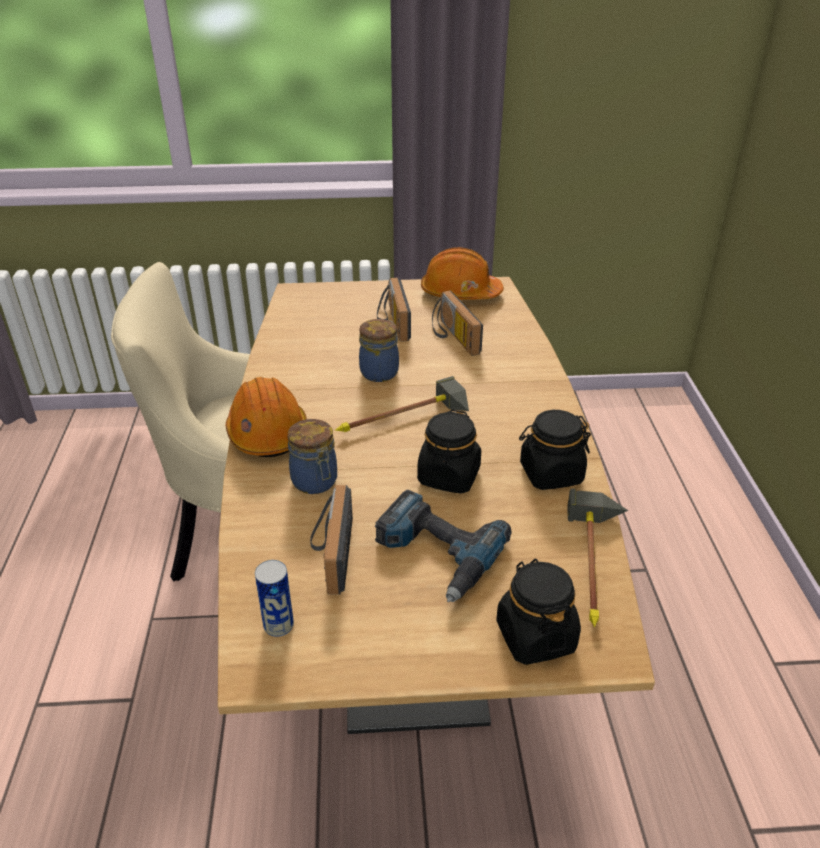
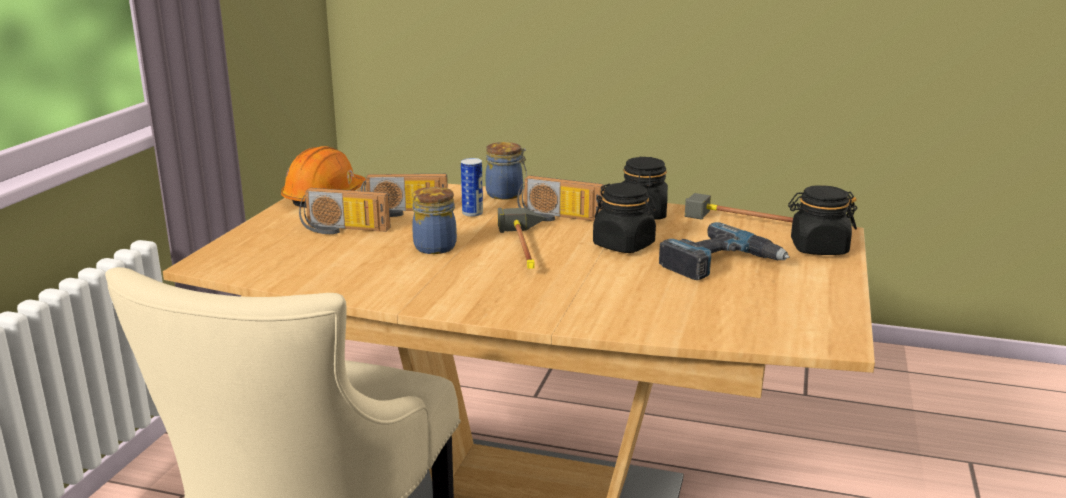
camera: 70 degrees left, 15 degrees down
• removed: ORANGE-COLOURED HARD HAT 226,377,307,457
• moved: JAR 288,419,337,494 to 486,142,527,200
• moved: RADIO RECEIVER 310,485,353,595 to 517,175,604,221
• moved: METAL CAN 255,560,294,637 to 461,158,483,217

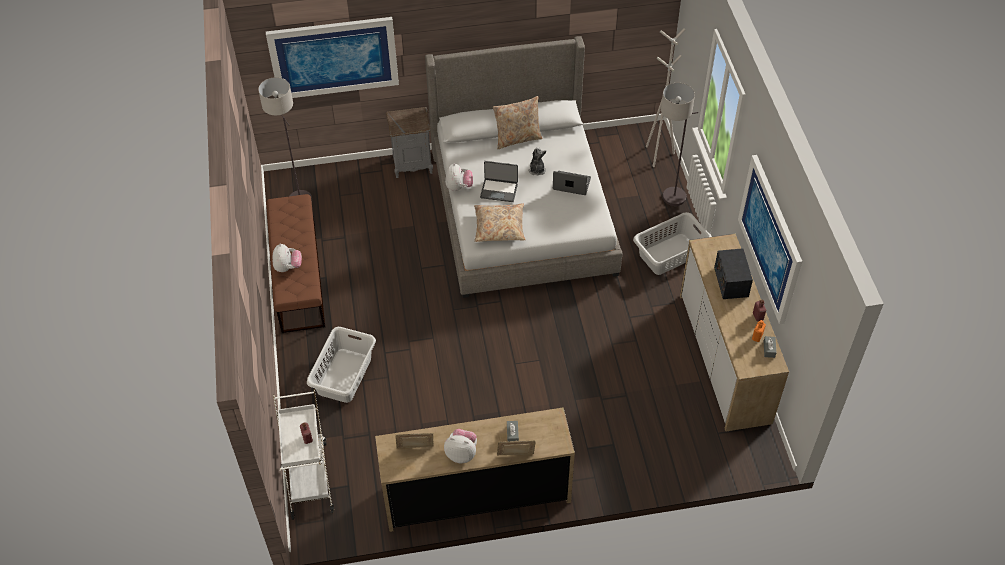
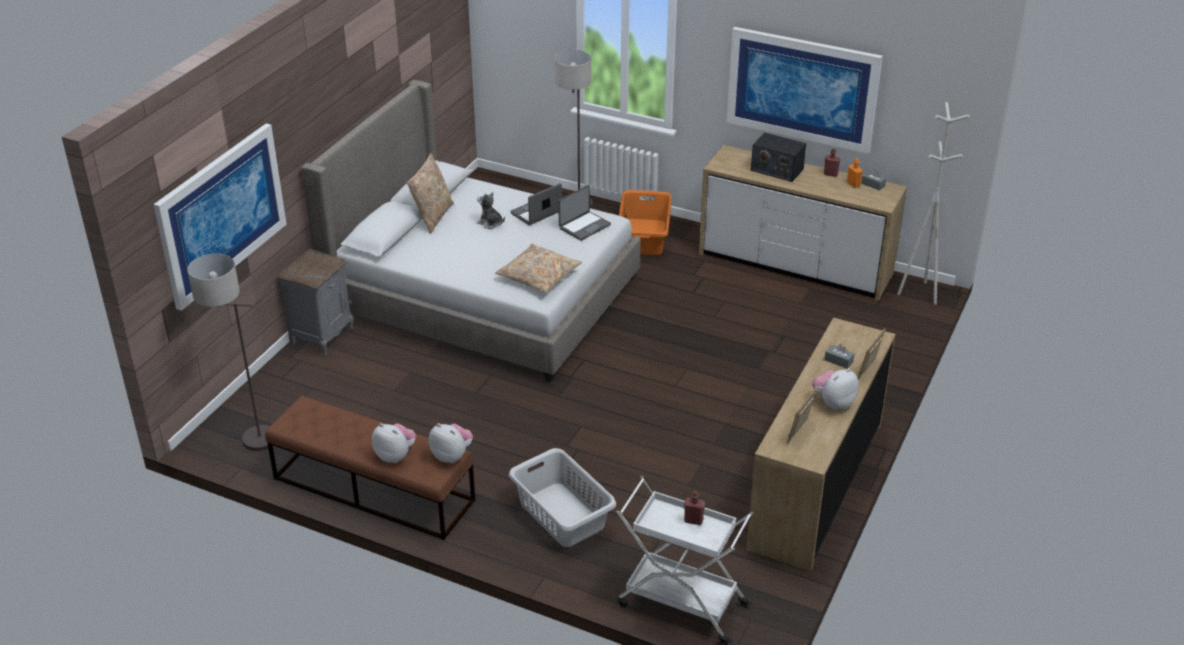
camera: 55 degrees left, 15 degrees down
• moved: GRAY CLOTHES RACK 646,28,685,167 to 897,102,970,304
• moved: LAPTOP 480,161,518,202 to 558,185,611,241
• moved: PLUSH TOY 445,163,473,191 to 429,423,473,463
• recoloured: GRAY WASHING BASKET 633,212,711,275 to ORANGE-COLOURED WASHING BASKET 619,190,672,255

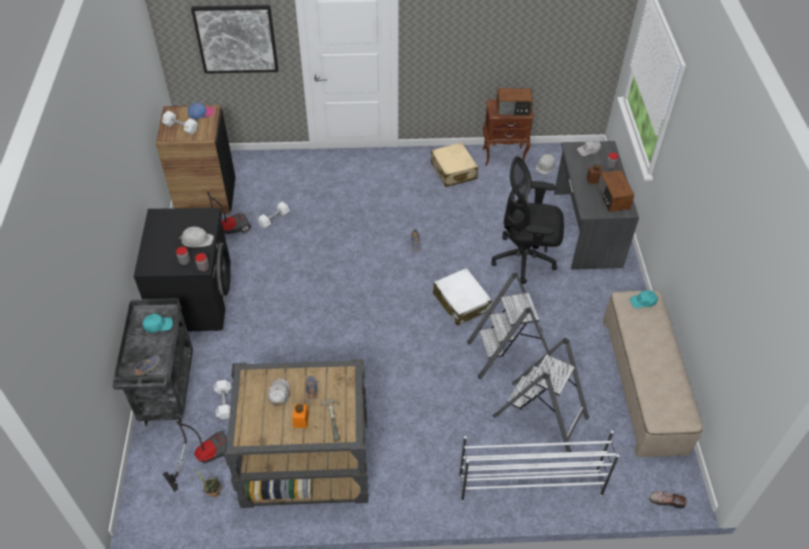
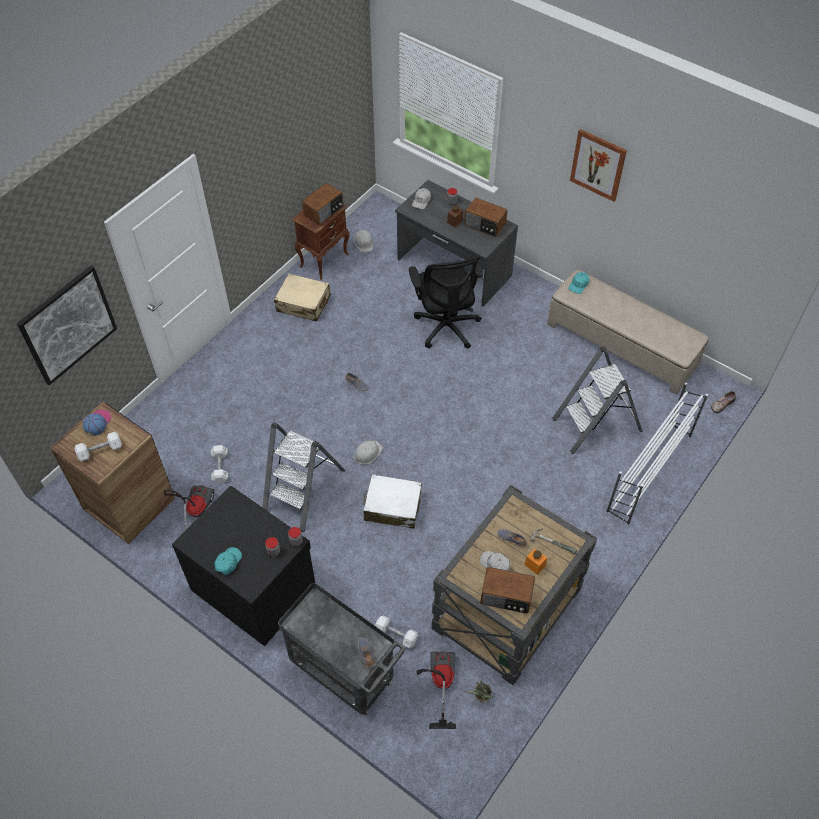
camera: 50 degrees left, 5 degrees up
• turned: BLACKISH DESK CHAIR 491,156,564,284 = 409,256,483,349 60 degrees counterclockwise
• moved: WHITE HARD HAT 179,227,214,247 to 354,440,383,464
• moved: WHITE TRAVEL CASE 433,268,492,326 to 363,474,422,529
• moved: GRAY STEPLADDER 467,273,551,379 to 262,422,345,533
• moved: BLUE-GREEN BASEBALL CAP 142,313,173,333 to 215,547,242,575
• added: WALL PICTURE 570,129,627,202
• added: RADIO RECEIVER 480,567,535,614

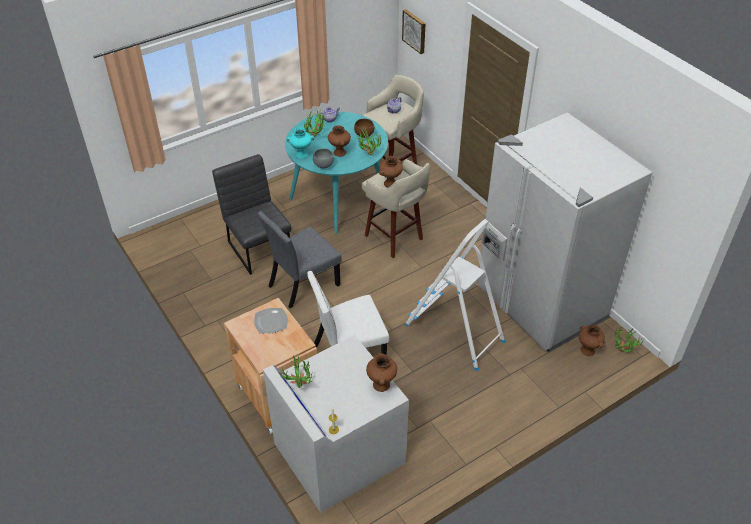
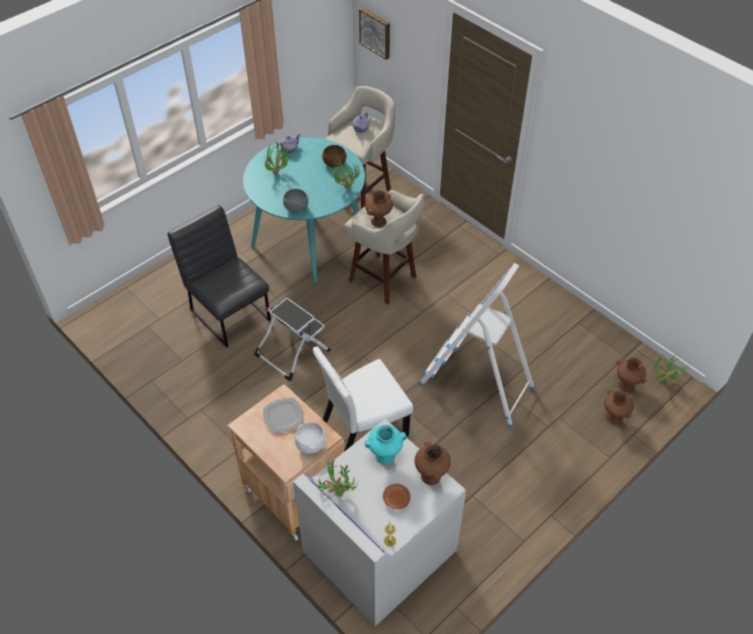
camera: 10 degrees left, 5 degrees up
• removed: WHITE REFRIGERATOR 477,112,652,352
• moved: BROWN-COLOURED VASE 328,125,351,157 to 604,390,634,425
• moved: BLUE-GREEN VASE 287,127,314,159 to 365,425,407,465
• replaced: GRAY CHAIR 258,211,342,308 to STEPLADDER 254,298,331,381
• added: WHITE DEEP DISH 295,422,326,454
• added: BROWN-COLOURED FLAT DISH 383,484,411,509

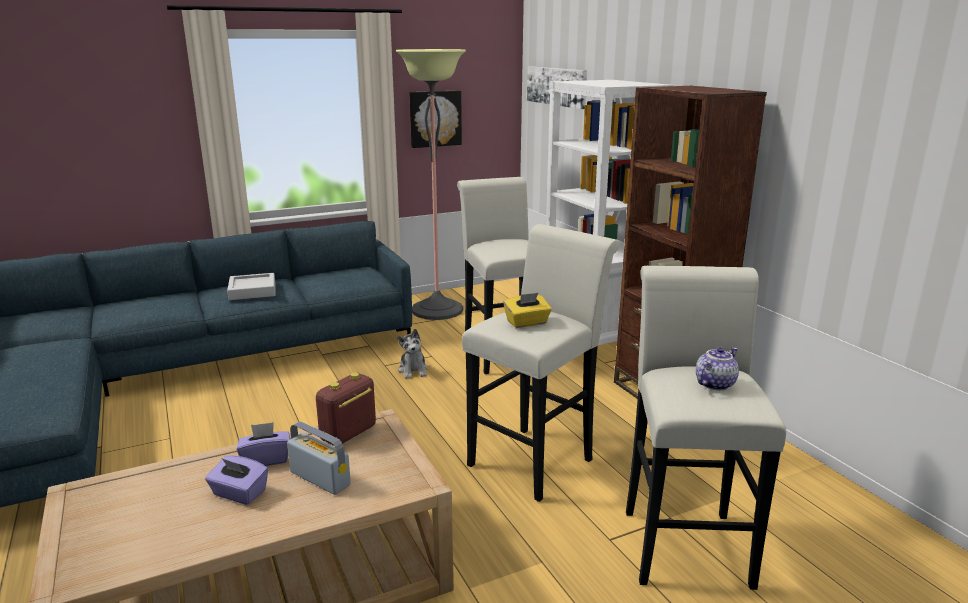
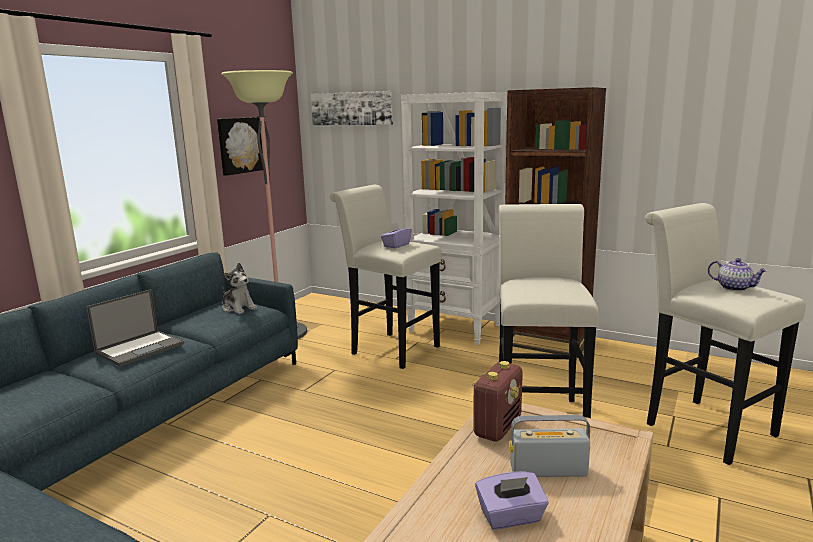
camera: 35 degrees left, 5 degrees down
• replaced: GRAY SERVING TRAY 227,273,276,300 to LAPTOP 86,289,184,366
• removed: YELLOW-COLOURED TISSUE BOX 503,293,552,328
• moved: PLUSH TOY 397,329,428,379 to 222,263,257,314
• turned: TEA POT 696,347,739,390 = 708,258,768,291 120 degrees clockwise
• turned: RADIO RECEIVER 316,372,376,446 = 472,361,523,442 150 degrees counterclockwise
• moved: PURPLE-COLOURED TISSUE BOX 237,422,290,466 to 381,222,412,248

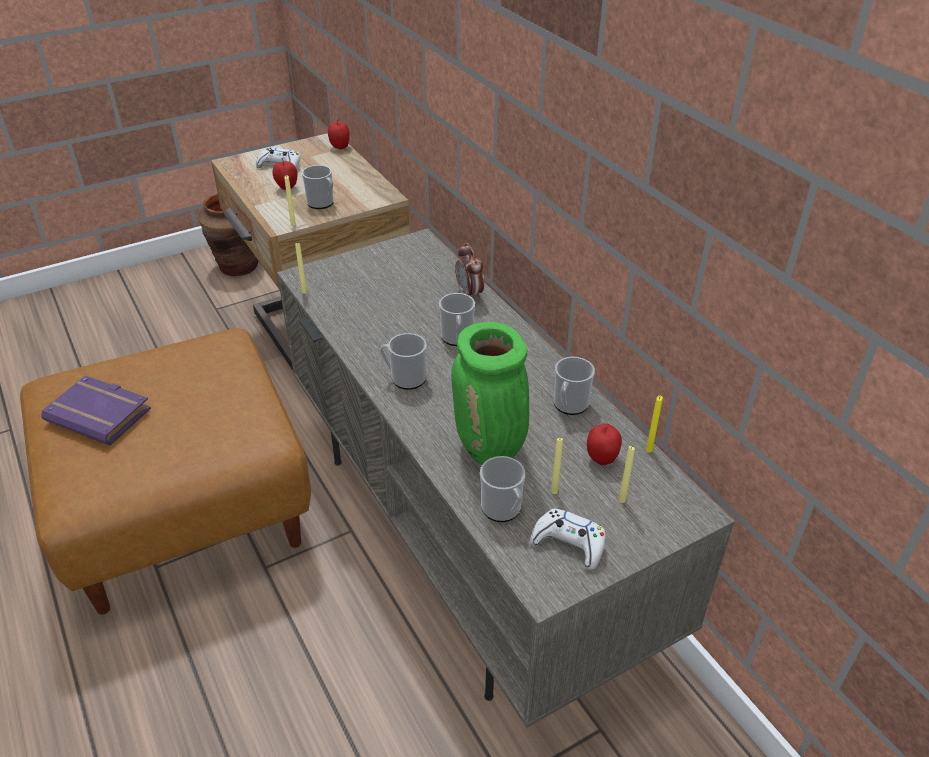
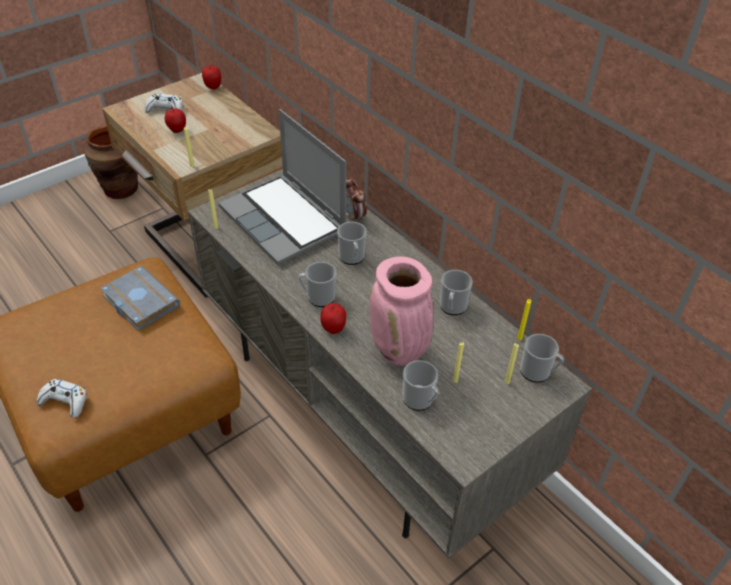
camera: 10 degrees left, 5 degrees up
• moved: TEA MUG 302,165,334,209 to 520,334,564,383
• recoloured: GREENISH VASE 451,322,529,465 to PINKISH VASE 370,256,433,366
• removed: PURPLE-COLOURED BOUND BOOK 41,375,151,445
• moved: APPLE FRUIT 587,424,622,465 to 320,303,346,334
• moved: WHITE GAME CONTROLLER 530,508,606,570 to 37,379,87,418
• added: LAPTOP 219,109,346,265
• added: GRAY BOUND BOOK 100,266,180,331

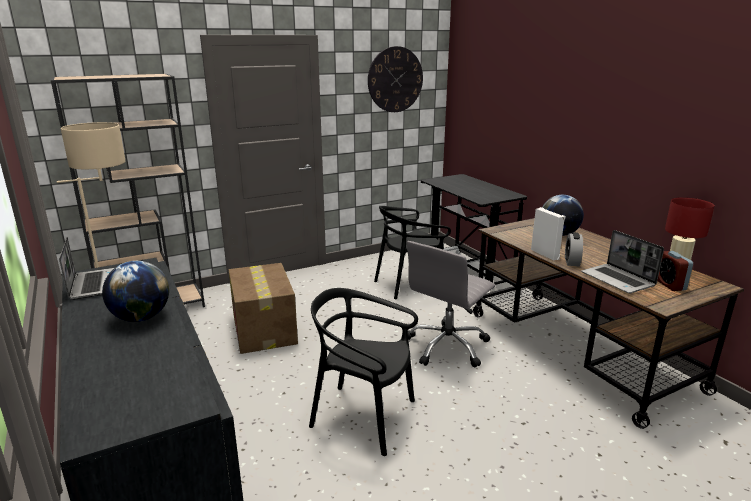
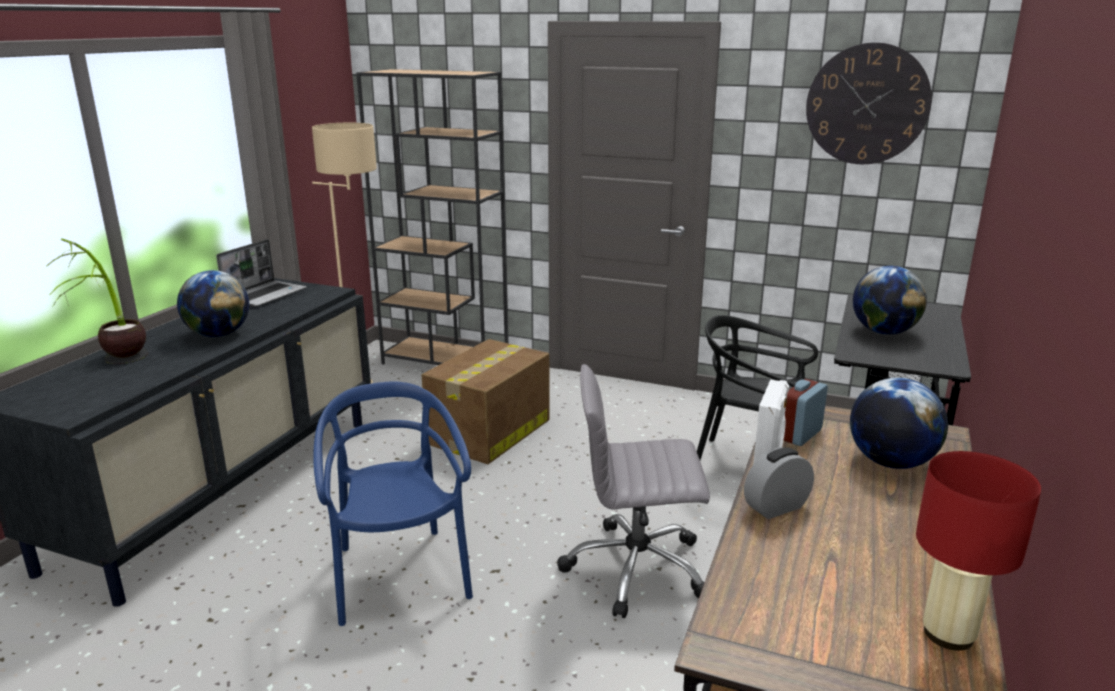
camera: 50 degrees right, 0 degrees up
• removed: LAPTOP 581,230,664,293
• moved: TABLE CLOCK 657,251,693,291 to 784,379,828,446
• recoloured: BLACKISH CHAIR 309,288,418,456 to BLUE CHAIR 313,381,473,626
• added: POTTED PLANT 46,238,148,364
• added: DESK GLOBE 853,266,927,335

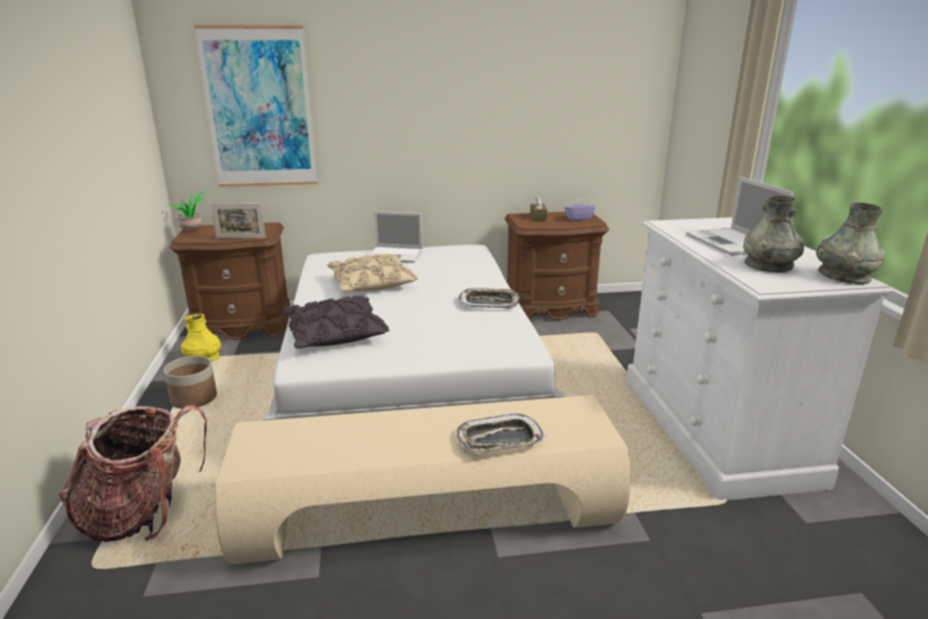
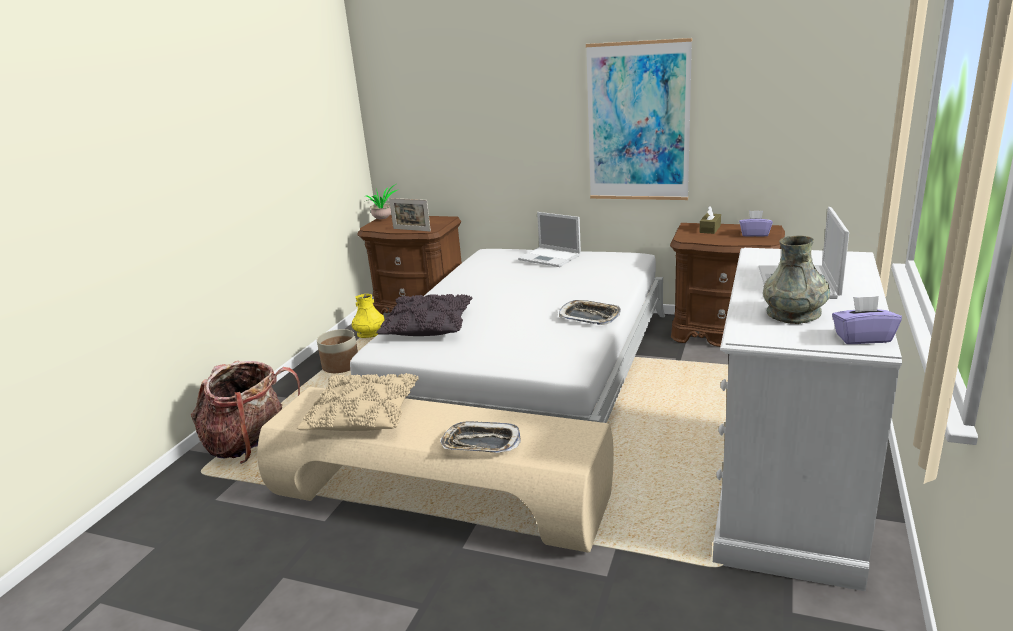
camera: 30 degrees right, 0 degrees up
• moved: WALL PICTURE 194,25,318,187 to 586,38,692,200
• replaced: GRAY VASE 816,202,885,284 to PURPLE-COLOURED TISSUE BOX 832,296,902,344
• moved: BEIGE-COLOURED CUSHION 327,254,418,292 to 297,373,419,431

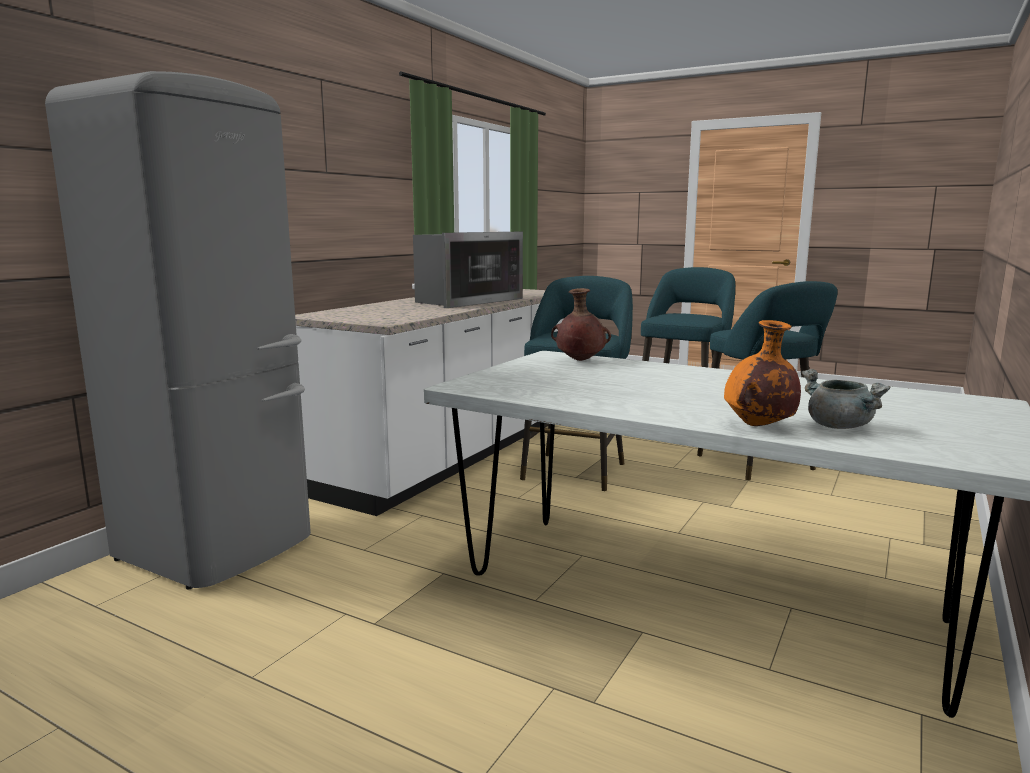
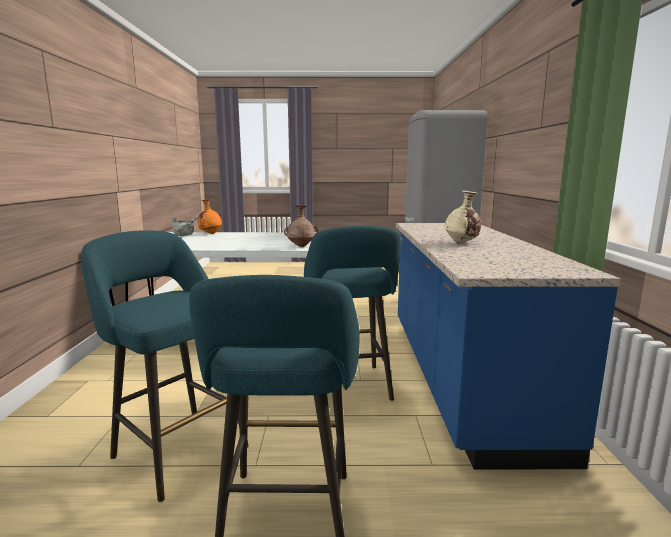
camera: 150 degrees right, 0 degrees up
• replaced: KITCHEN MICROWAVE 413,232,523,308 to BEIGE-COLOURED VASE 445,191,481,243
• recoloured: WHITE KITCHEN COUNTER 295,289,564,516 to BLUE KITCHEN COUNTER 396,223,620,470

